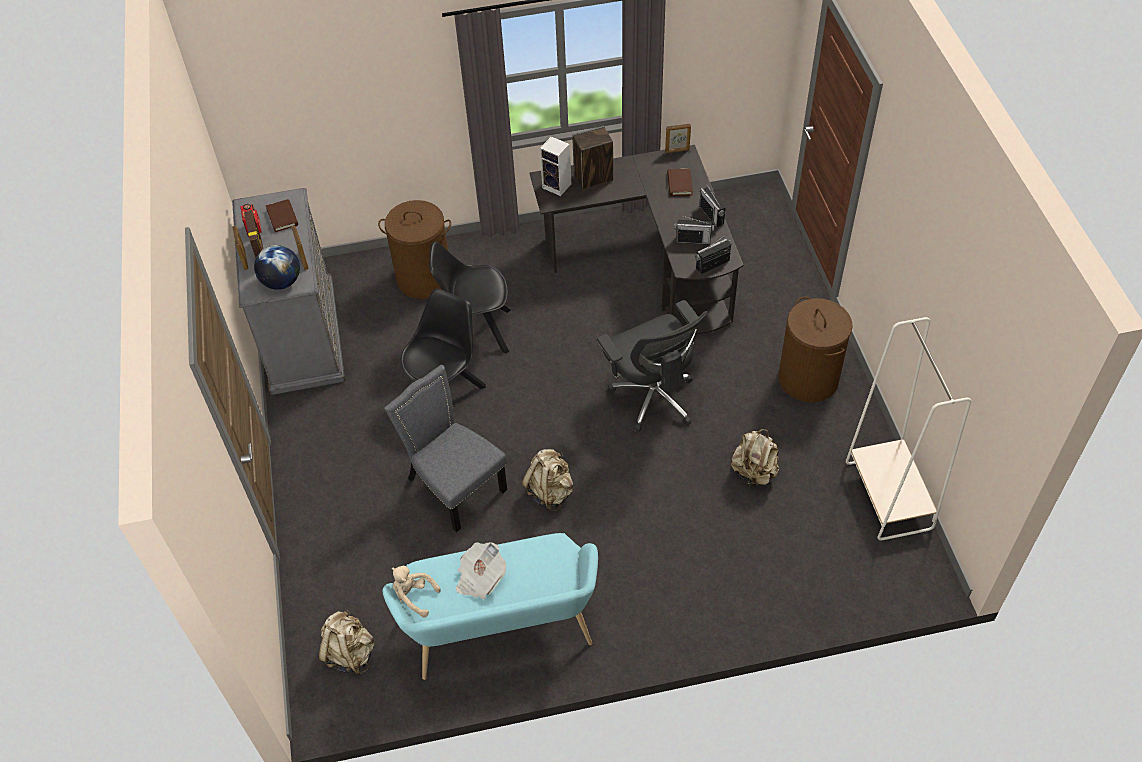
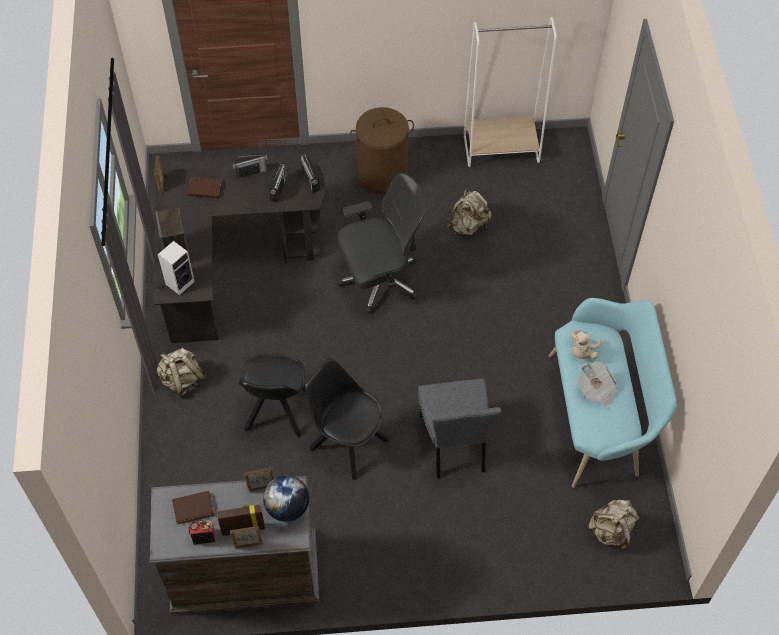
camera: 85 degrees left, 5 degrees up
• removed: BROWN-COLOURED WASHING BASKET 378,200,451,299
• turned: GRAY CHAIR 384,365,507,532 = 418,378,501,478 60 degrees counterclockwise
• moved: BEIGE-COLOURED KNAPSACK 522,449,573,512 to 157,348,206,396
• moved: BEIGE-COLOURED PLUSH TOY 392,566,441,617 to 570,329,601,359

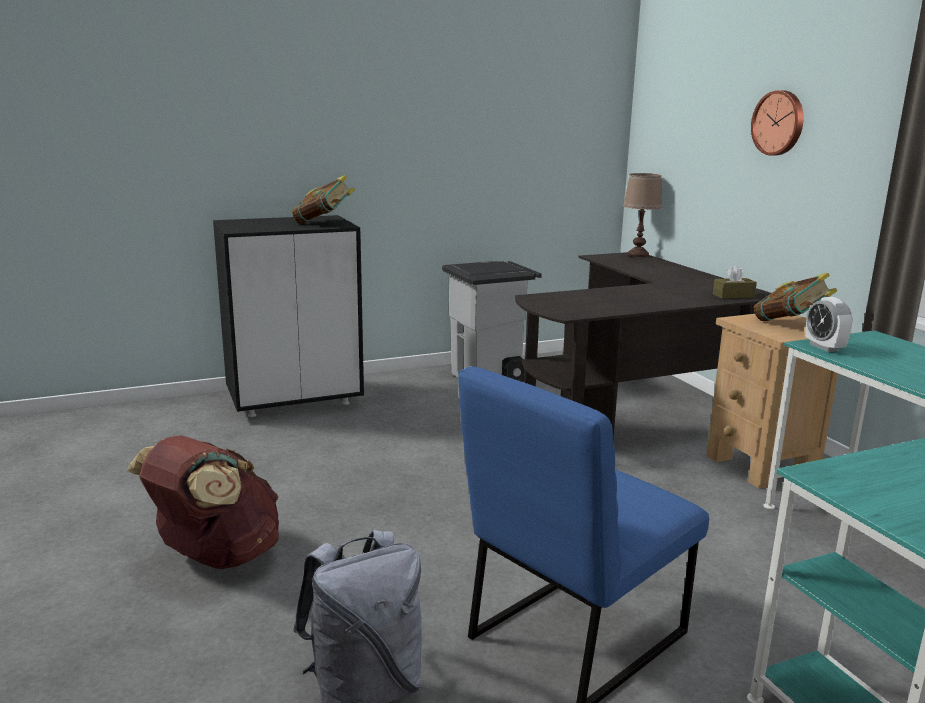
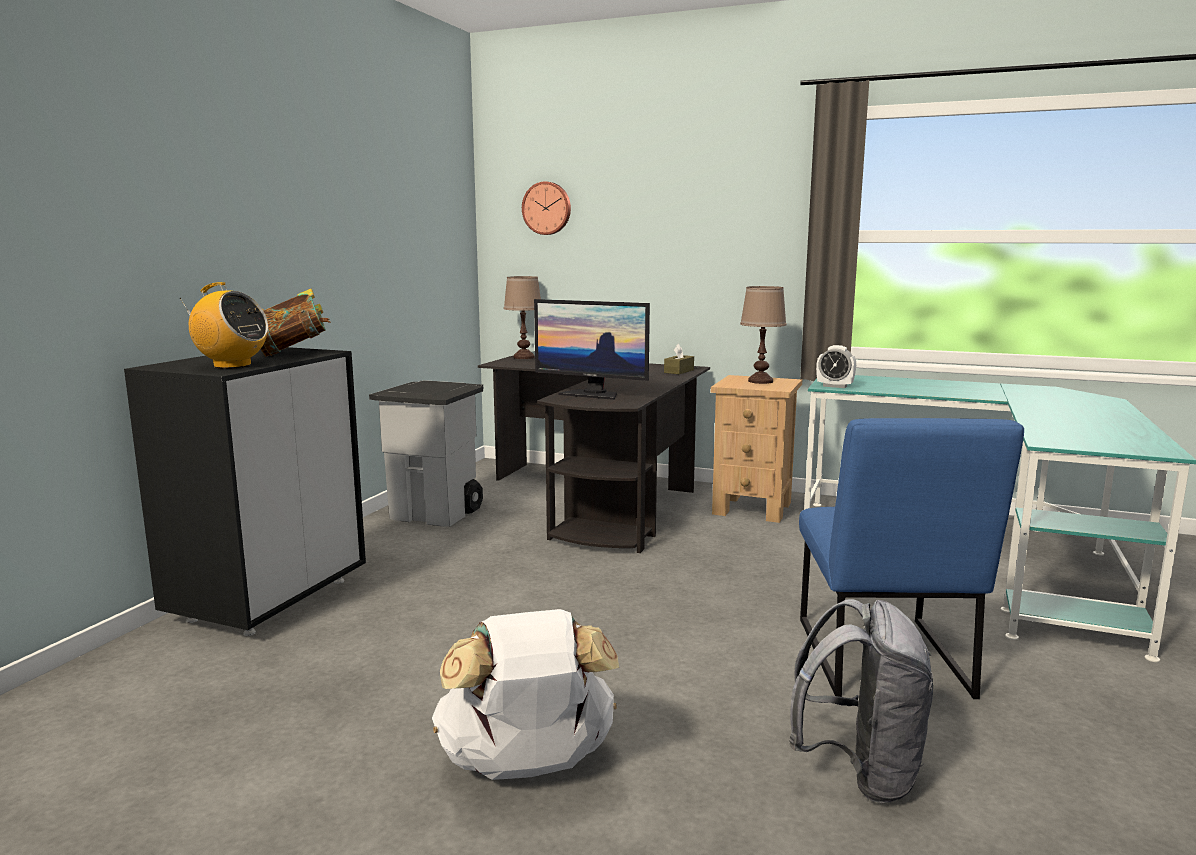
camera: 45 degrees left, 5 degrees down
• moved: WALL CLOCK 751,90,804,155 to 522,182,571,235
• replaced: BOUND BOOK 754,273,837,321 to BROWN-COLOURED LAMP FOR A TABLE 740,286,787,384
• recoloured: BROWN-COLOURED KNAPSACK 127,435,279,569 to WHITE KNAPSACK 432,609,619,780
• added: RADIO RECEIVER 179,282,268,369
• added: COMPUTER SCREEN 534,299,650,400

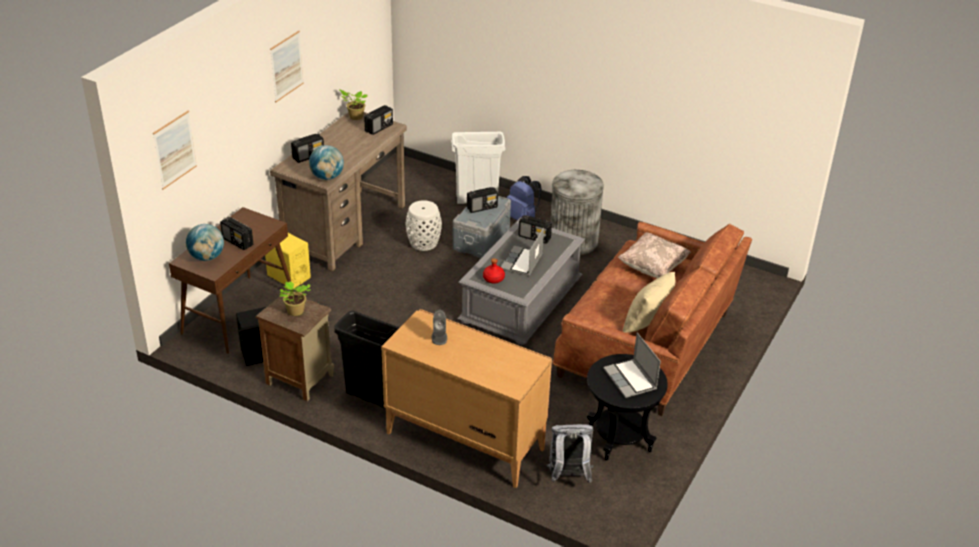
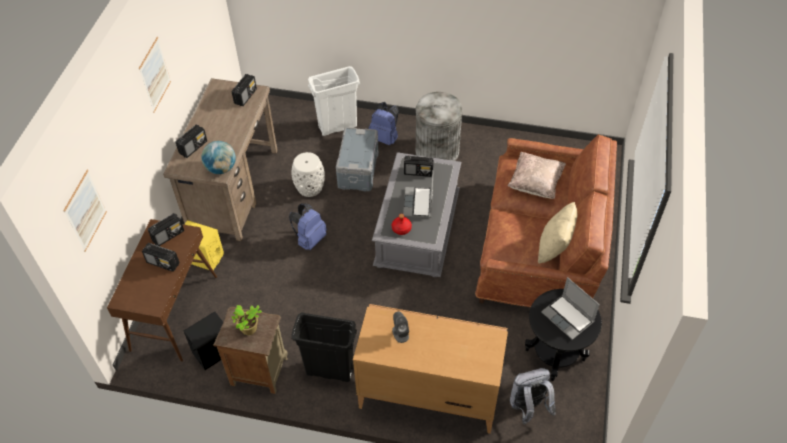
camera: 15 degrees left, 15 degrees up
• removed: POTTED PLANT 339,89,367,120
• moved: RADIO RECEIVER 467,187,498,213 to 148,213,184,246
• removed: DESK GLOBE 186,224,224,261
• added: BLUE KNAPSACK 289,203,327,250

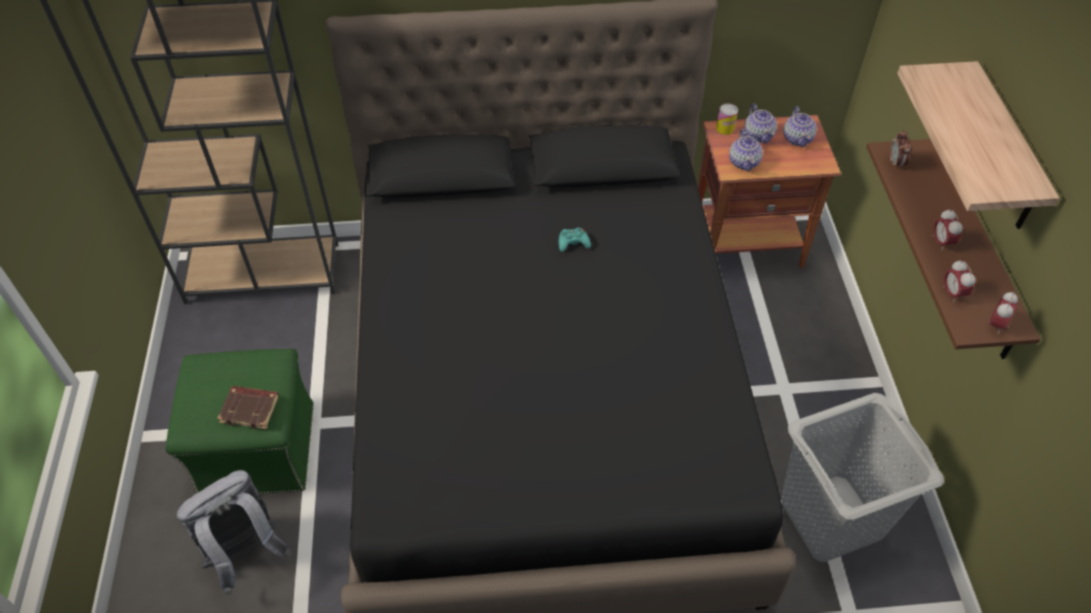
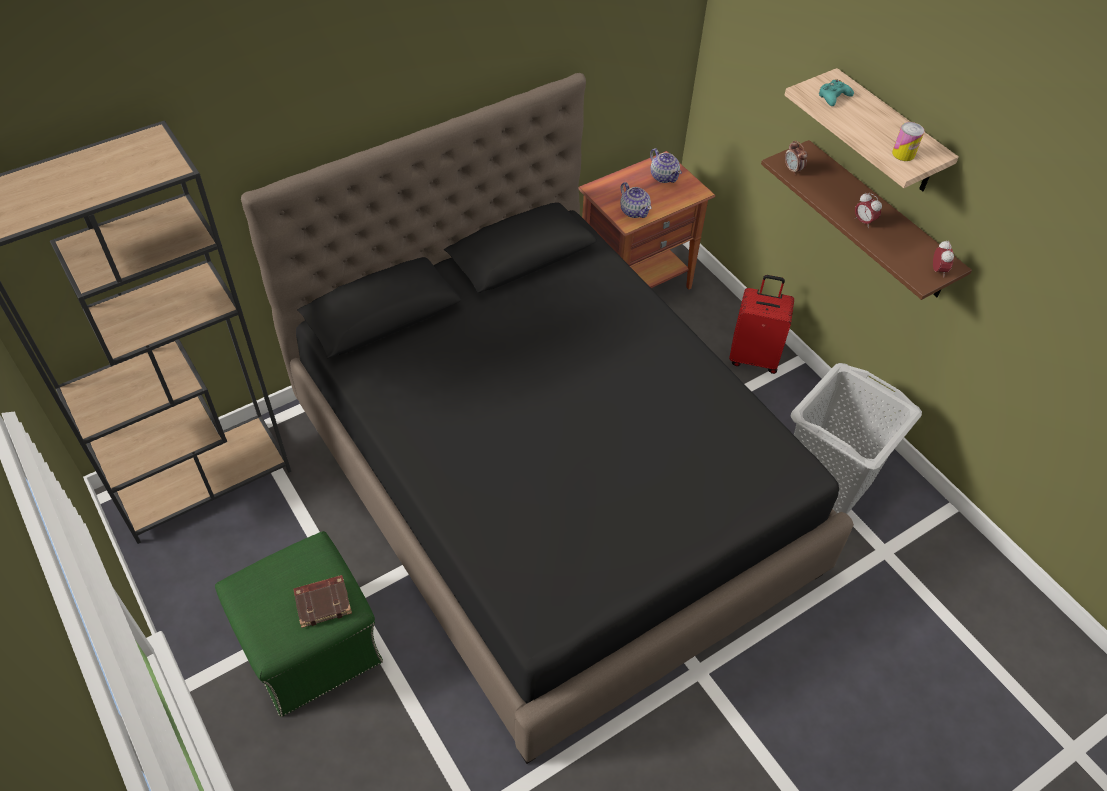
camera: 30 degrees left, 0 degrees up
• moved: METAL CAN 716,103,738,135 to 892,122,924,161
• removed: TEA POT 744,103,777,143
• moved: BLUE-GREEN GAME CONTROLLER 559,228,591,252 to 818,79,854,106
• removed: TABLE CLOCK 943,260,975,303
• removed: GRAY KNAPSACK 177,470,292,594
• added: REDDISH TRAVEL CASE 729,275,794,374

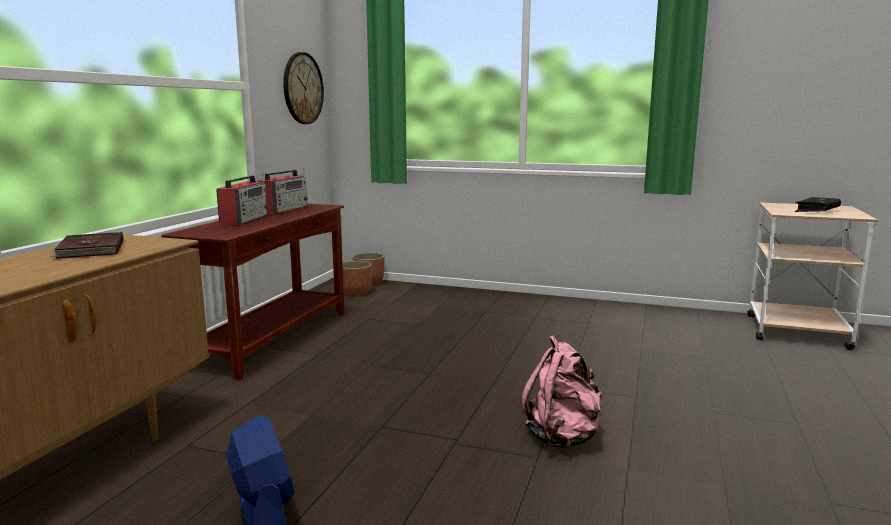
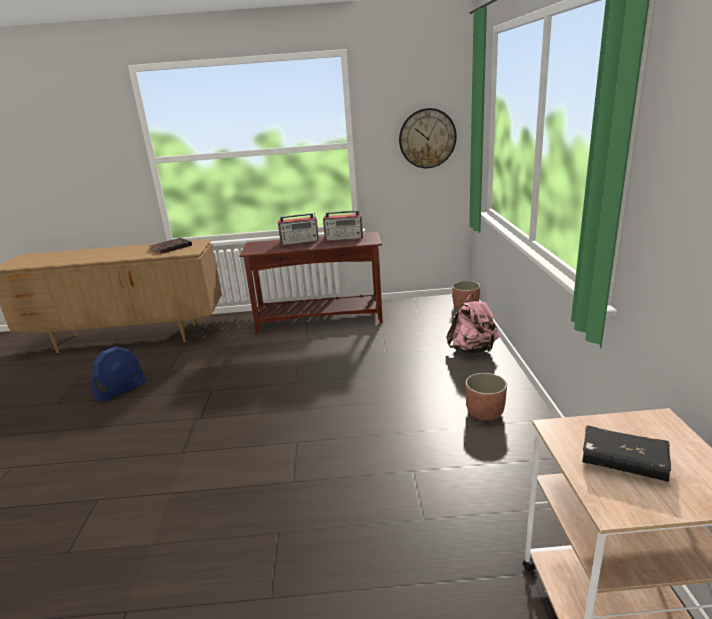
camera: 70 degrees right, 10 degrees up
• moved: FLOWER POT 342,261,371,295 to 465,373,507,420
• moved: PINKISH KNAPSACK 521,336,602,449 to 447,294,499,353

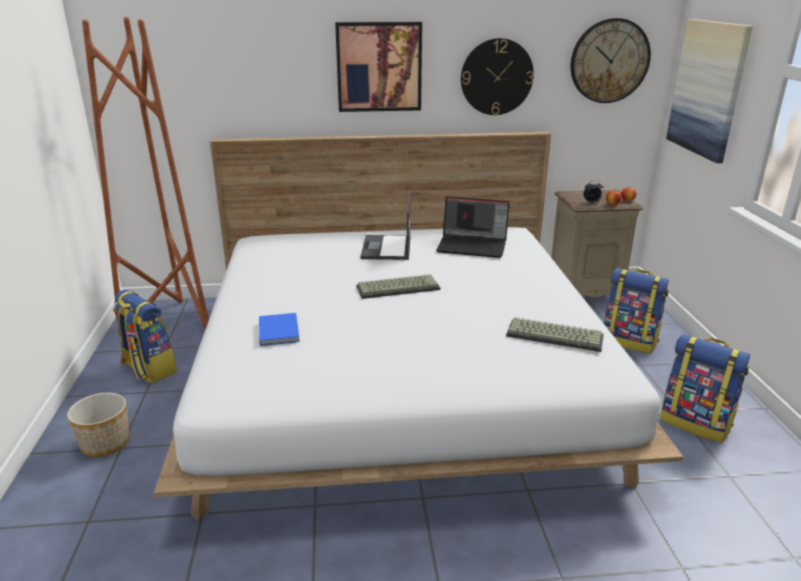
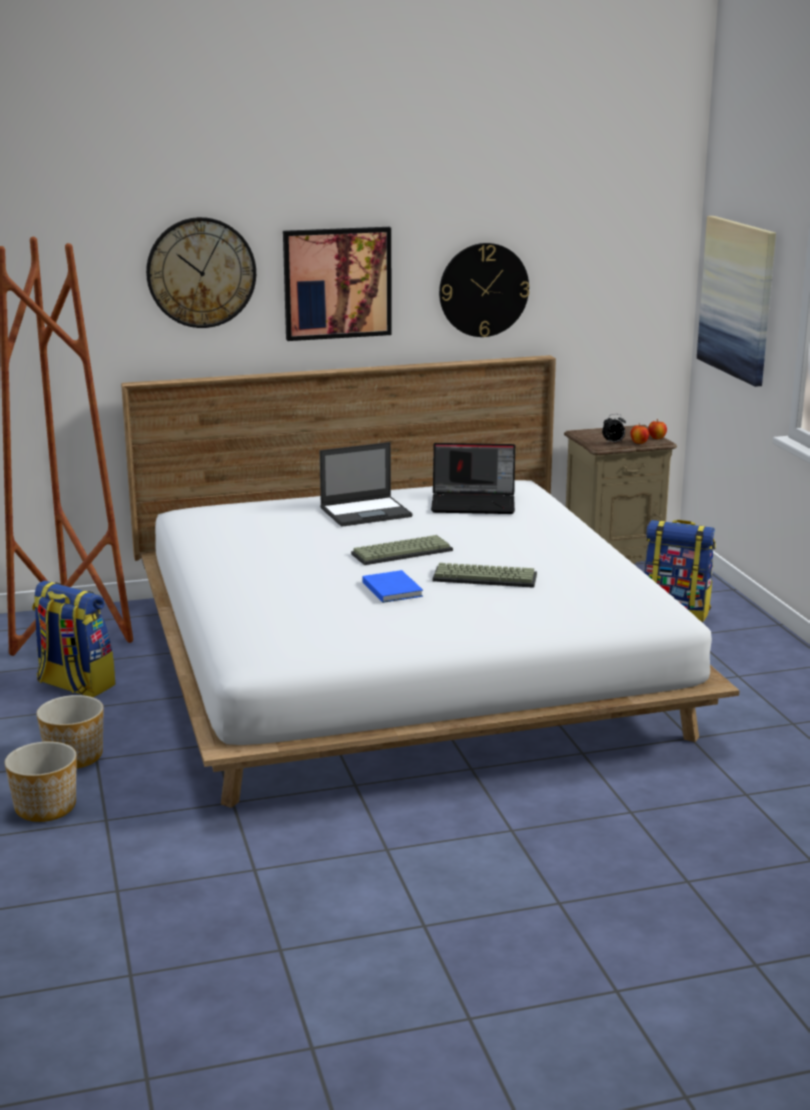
camera: 10 degrees left, 5 degrees down
• moved: WALL CLOCK 571,18,651,103 to 146,217,256,328
• turned: LAPTOP 360,194,410,260 = 320,442,413,527 105 degrees counterclockwise
• moved: BLUE BOUND BOOK 259,313,300,346 to 362,570,423,603
• moved: PC KEYBOARD 506,317,604,352 to 432,563,537,588
• removed: KNAPSACK 660,334,750,443
• added: FLOWER POT 4,741,77,822

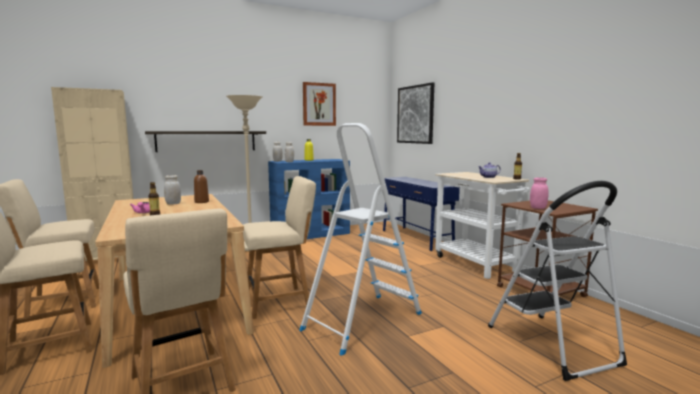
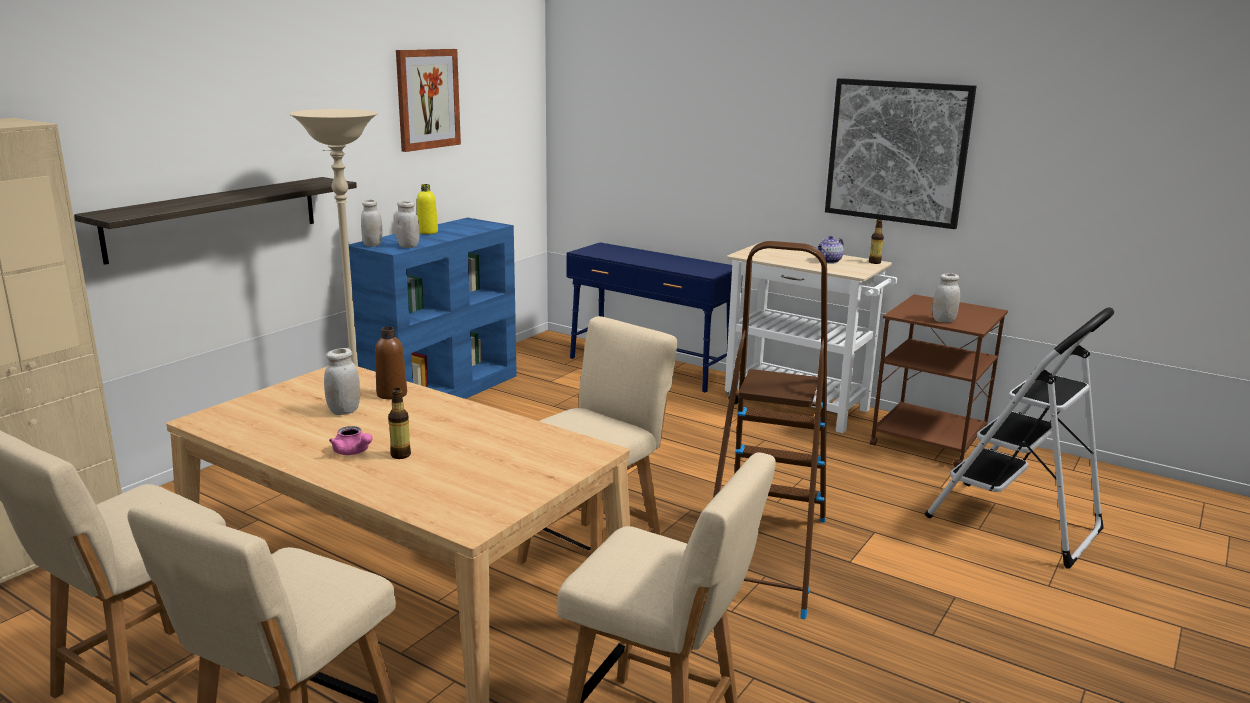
camera: 30 degrees left, 10 degrees up
• moved: WALL PICTURE 397,82,434,144 to 825,78,977,229
• recoloured: WHITE STEPLADDER 299,123,422,356 to BROWN-COLOURED STEPLADDER 713,241,827,619
• recoloured: PINKISH JAR 530,178,549,209 to WHITE JAR 932,273,960,322

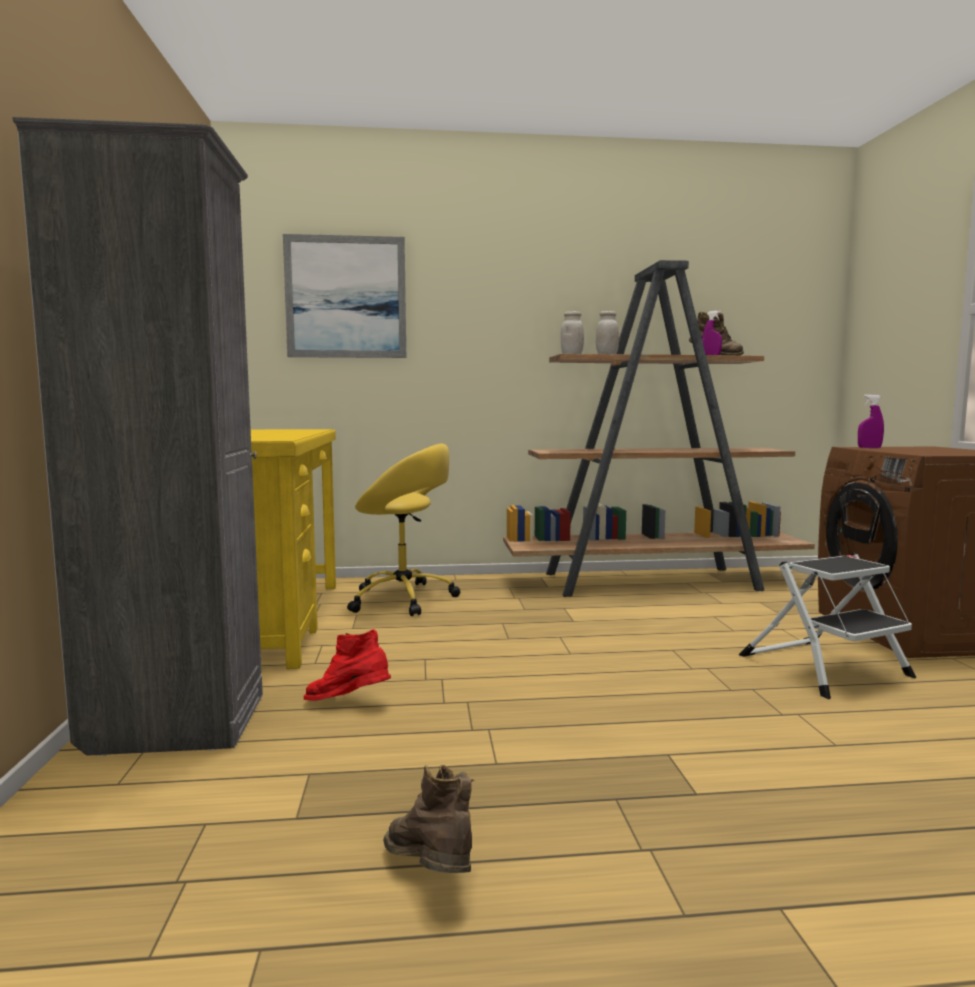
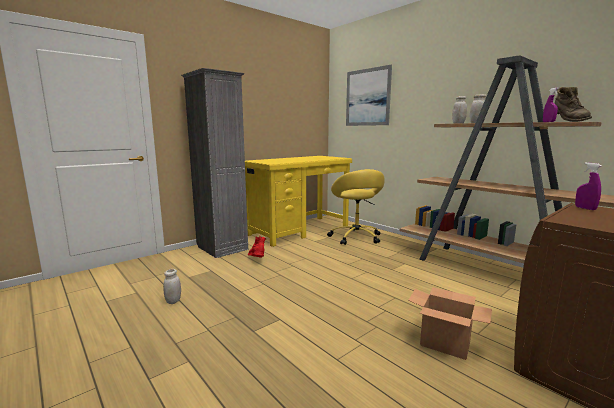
camera: 55 degrees right, 5 degrees up
• replaced: STEPLADDER 739,553,916,699 to CARTON 408,287,492,360
• replaced: BROWN-COLOURED BOOT 383,765,474,873 to WHITE JAR 163,269,181,304

